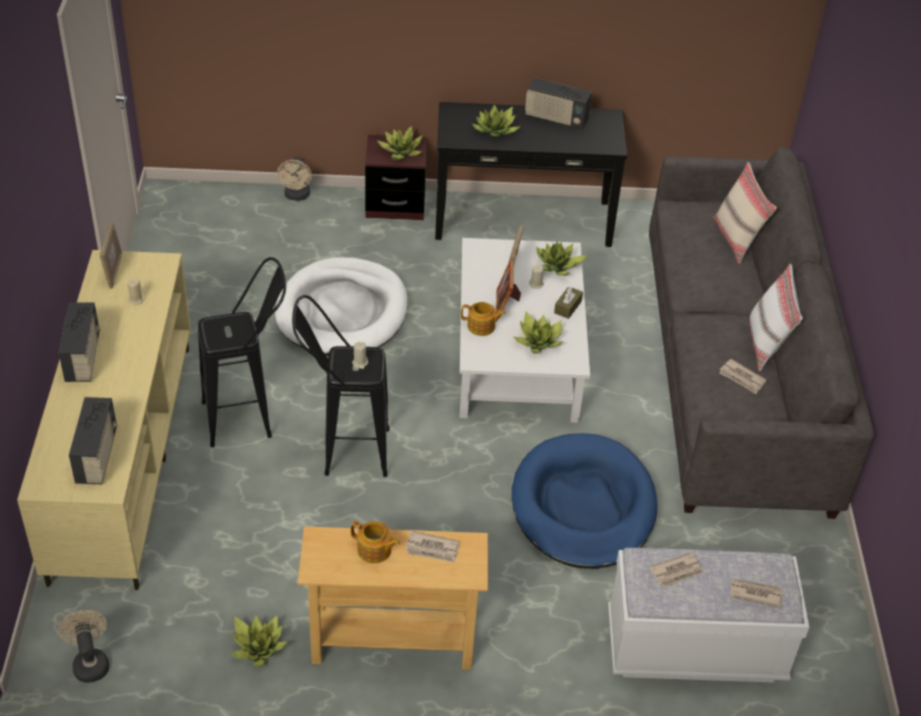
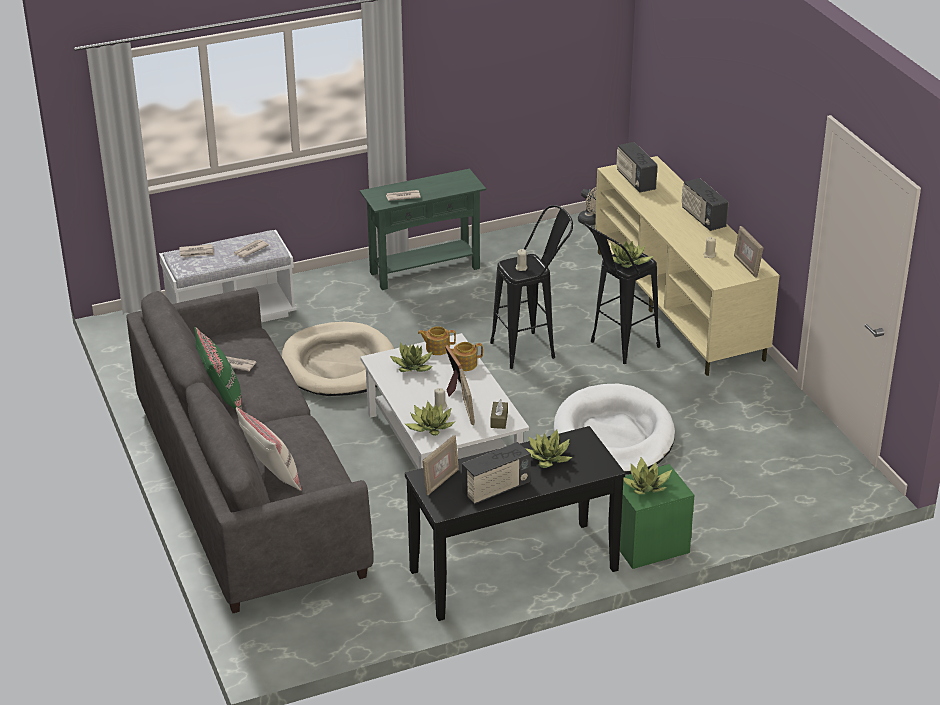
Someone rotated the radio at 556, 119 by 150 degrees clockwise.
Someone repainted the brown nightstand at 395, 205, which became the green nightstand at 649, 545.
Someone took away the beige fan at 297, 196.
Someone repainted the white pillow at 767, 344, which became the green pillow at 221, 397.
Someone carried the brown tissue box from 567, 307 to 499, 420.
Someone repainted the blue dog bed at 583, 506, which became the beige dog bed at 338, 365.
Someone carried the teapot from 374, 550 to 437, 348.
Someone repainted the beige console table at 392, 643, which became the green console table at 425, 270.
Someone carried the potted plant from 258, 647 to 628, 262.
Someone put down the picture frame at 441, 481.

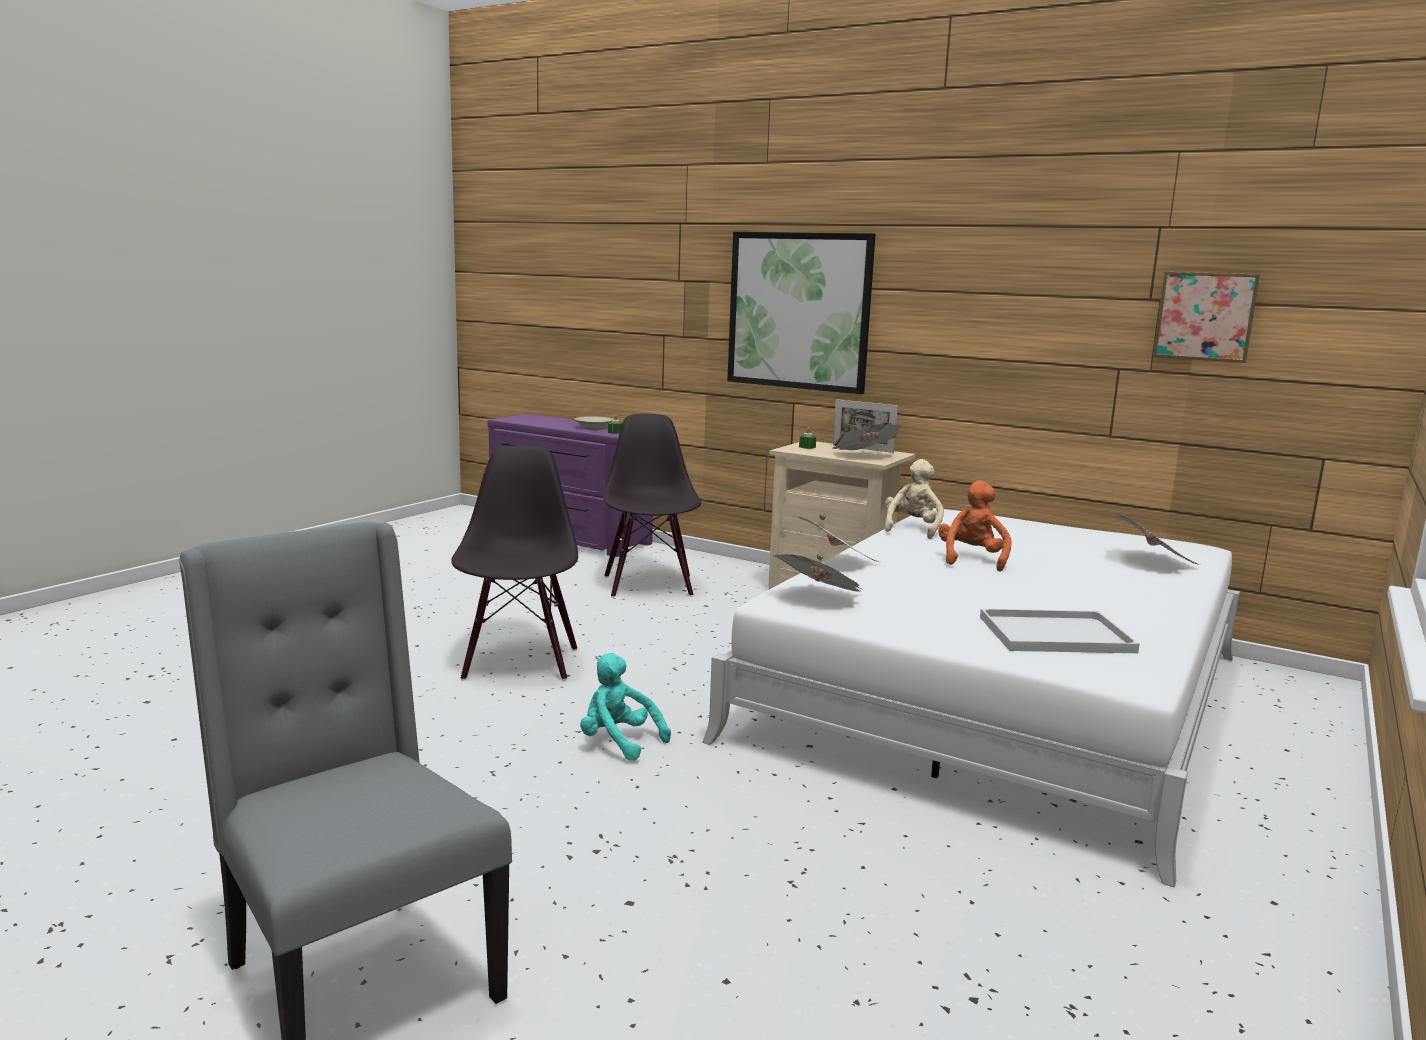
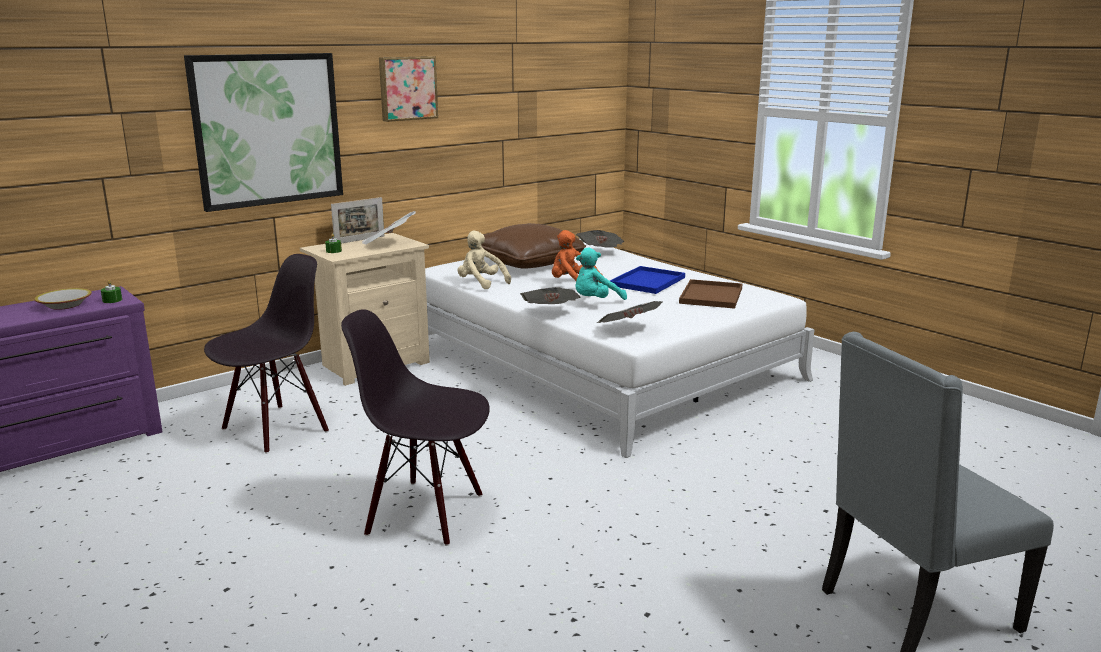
Someone carried the picture from 1205, 316 to 407, 88.
Someone rotated the black chair at 649, 586 by 120 degrees clockwise.
Someone repainted the white tray at 1057, 634, which became the brown tray at 710, 295.
Someone carried the turquoise plush toy from 618, 742 to 595, 301.
Someone put down the brown pillow at 529, 263.
Someone put down the blue tray at 647, 282.

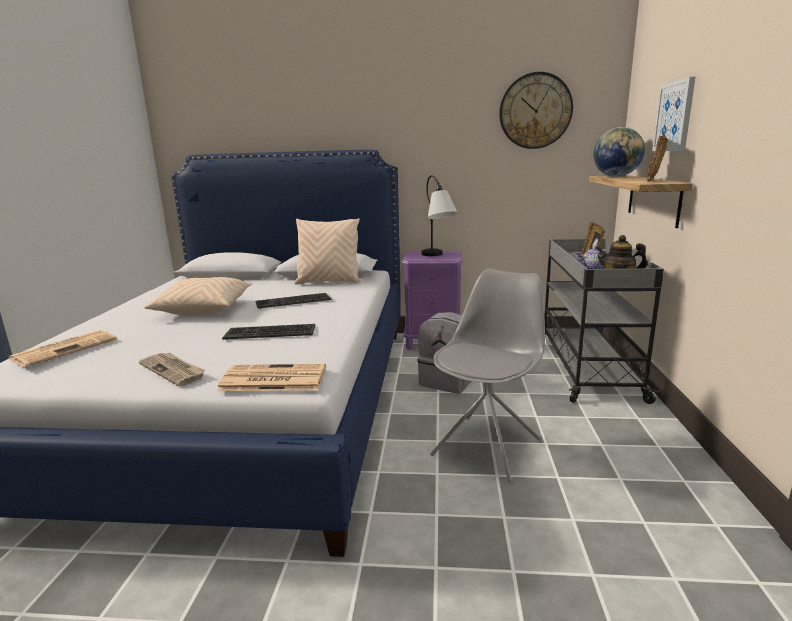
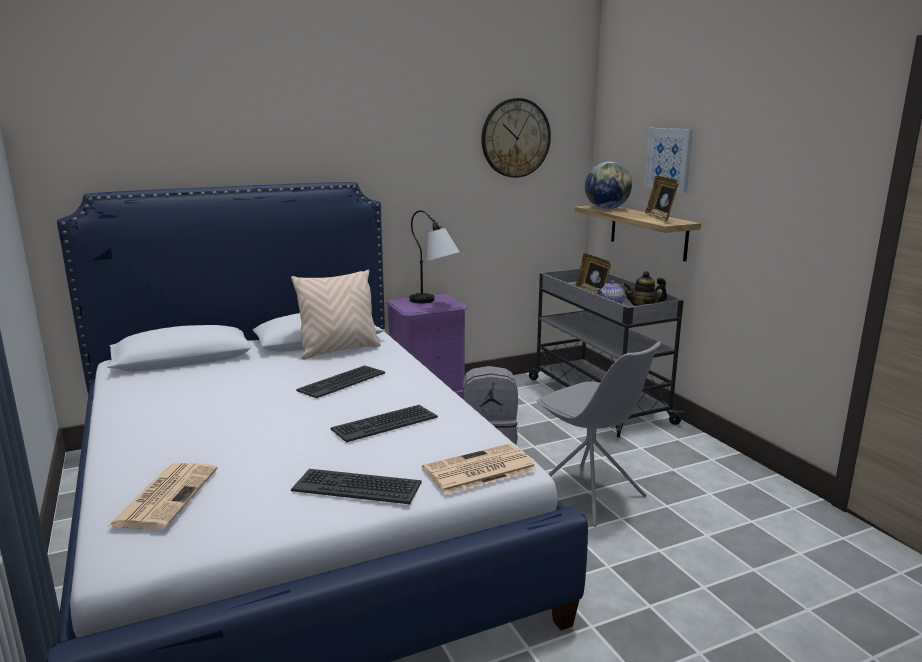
Someone rotated the grey chair at 487, 446 by 135 degrees clockwise.
Someone took away the beige pillow at 204, 309.
Someone swapped the newspaper at 173, 370 for the keyboard at 357, 487.

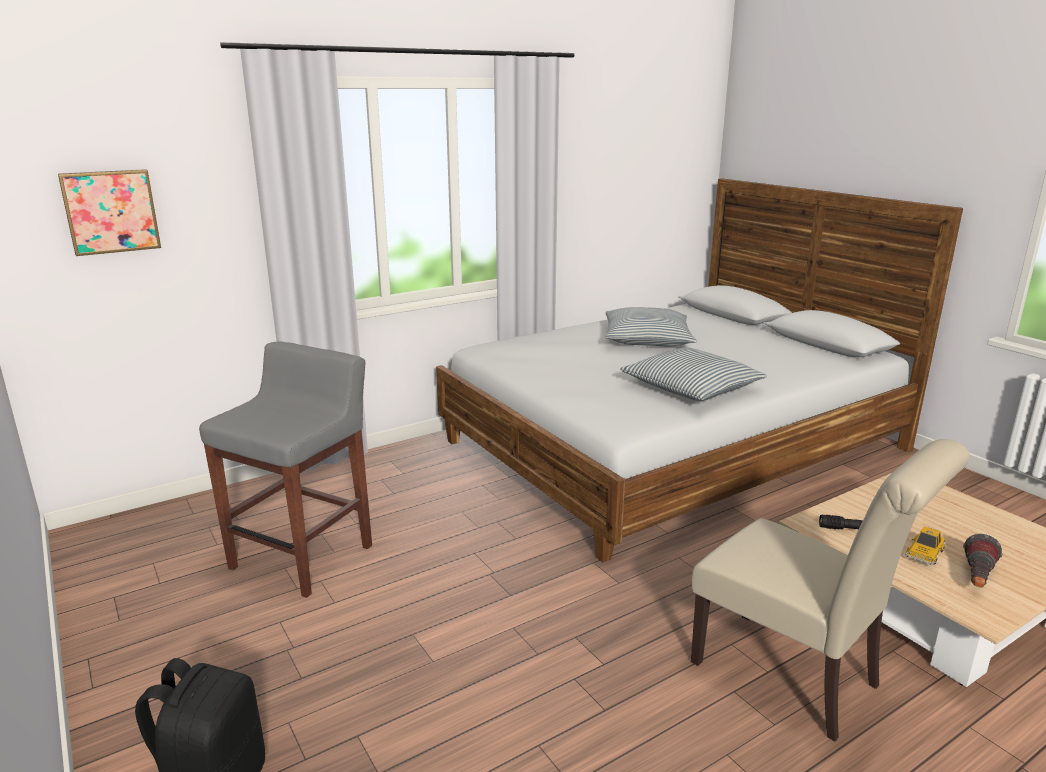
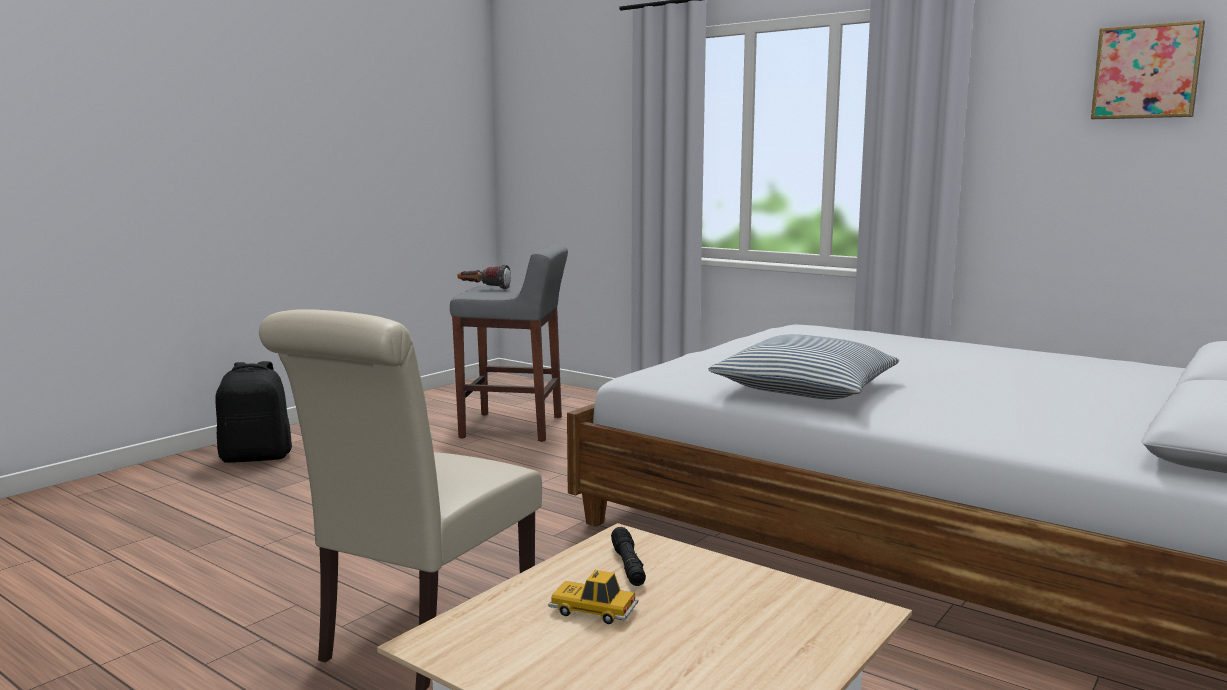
Someone carried the picture from 110, 211 to 1146, 72.
Someone took away the pillow at 647, 339.
Someone carried the flashlight from 977, 579 to 483, 288.

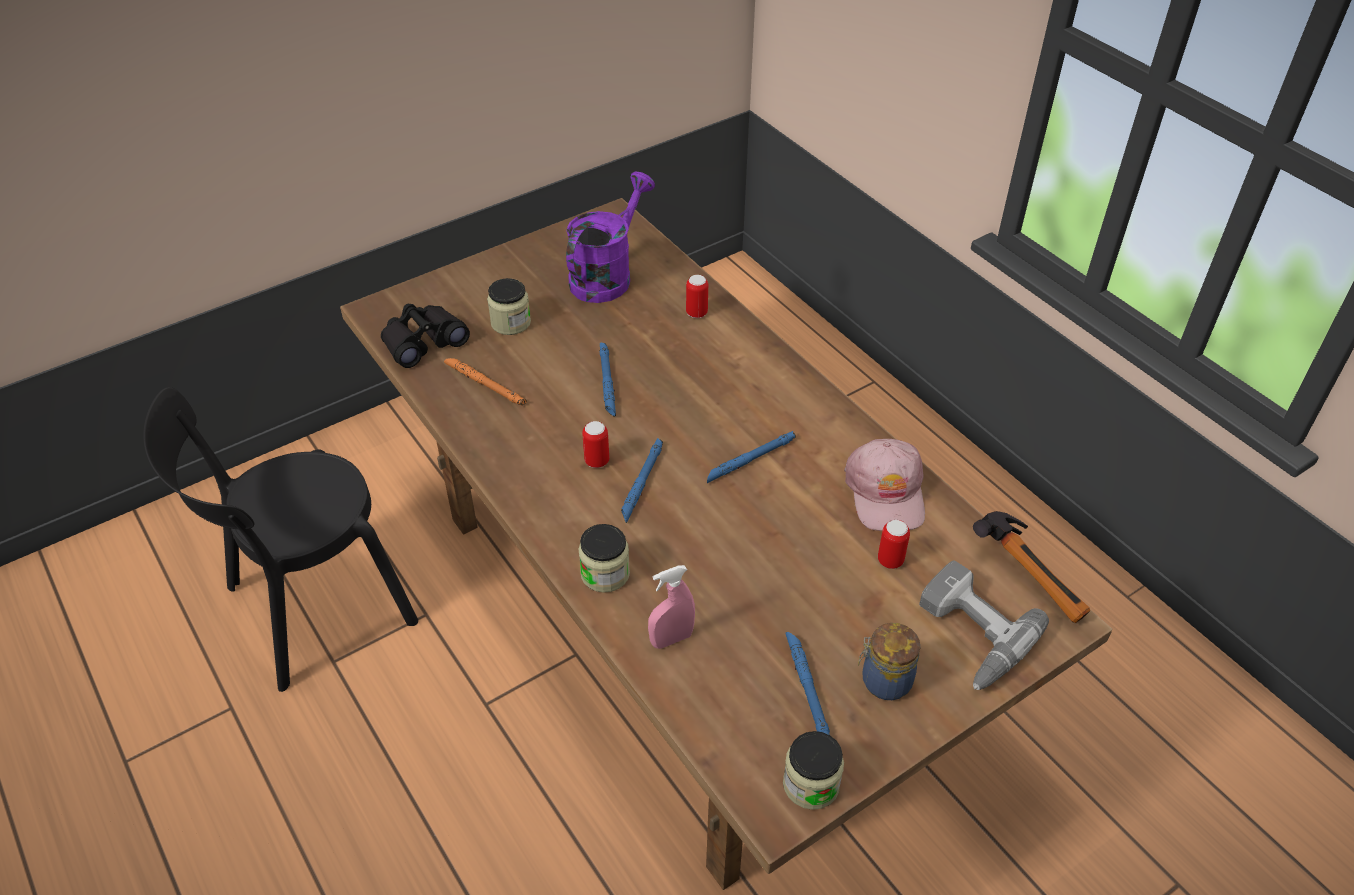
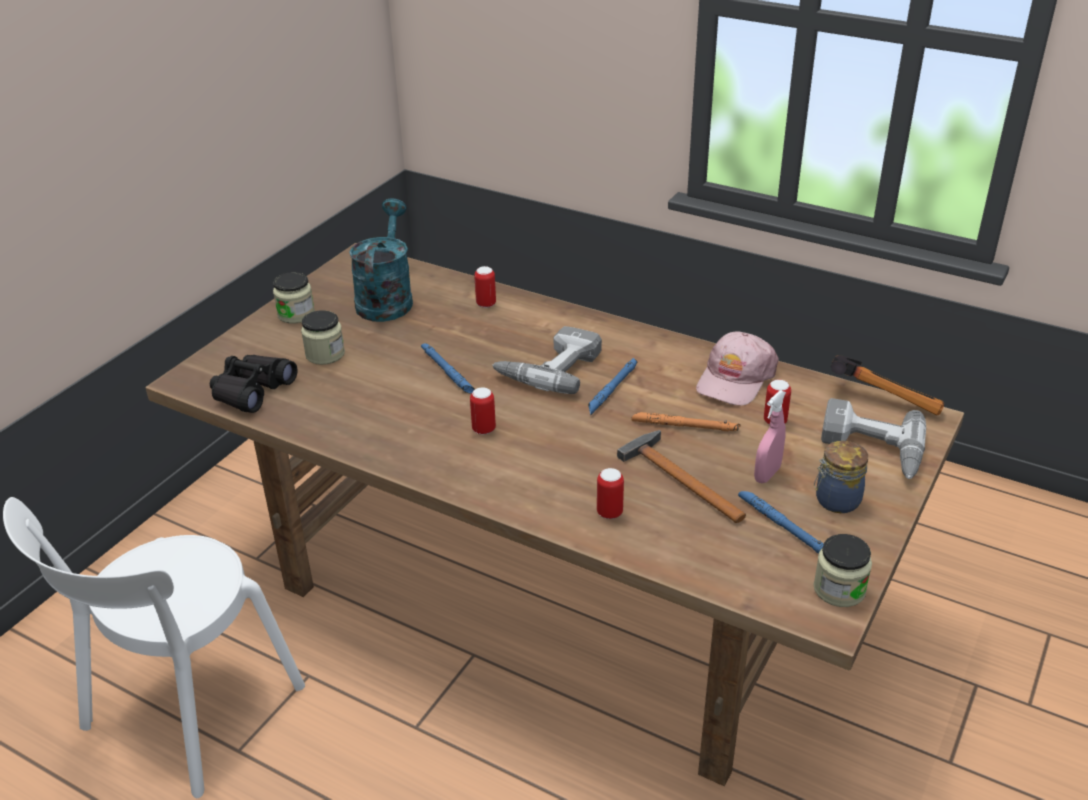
Someone repainted the purple watering can at 606, 275, which became the turquoise watering can at 386, 298.
Someone carried the orange flashlight from 485, 385 to 685, 426.
Someone repainted the black chair at 312, 609, which became the white chair at 186, 714.
Someone took away the blue flashlight at 642, 483.
Someone rotated the pink cap at 886, 492 by 60 degrees clockwise.
Someone carried the jar from 605, 574 to 296, 314.
Someone carried the pink spray bottle from 671, 639 to 767, 474.
Someone put down the power drill at 549, 368.
Someone put down the hammer at 680, 478.
Someone put down the can at 609, 513.

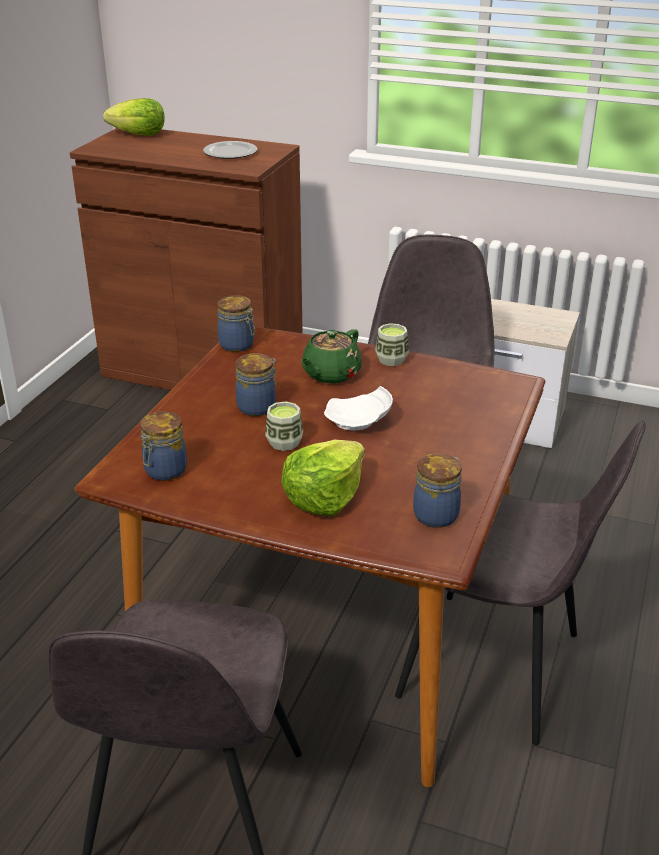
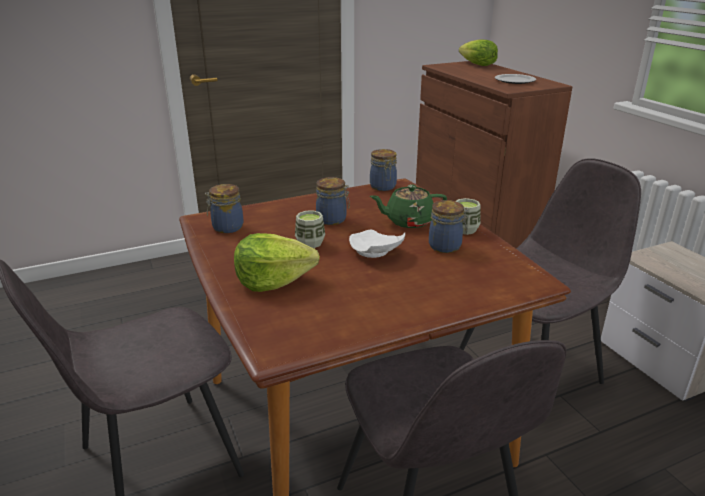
Someone carried the jar from 437, 514 to 446, 246.

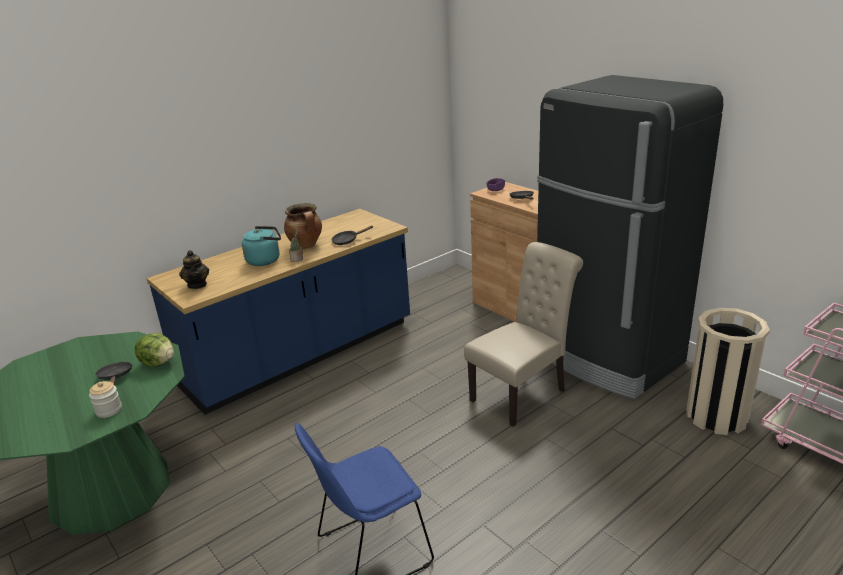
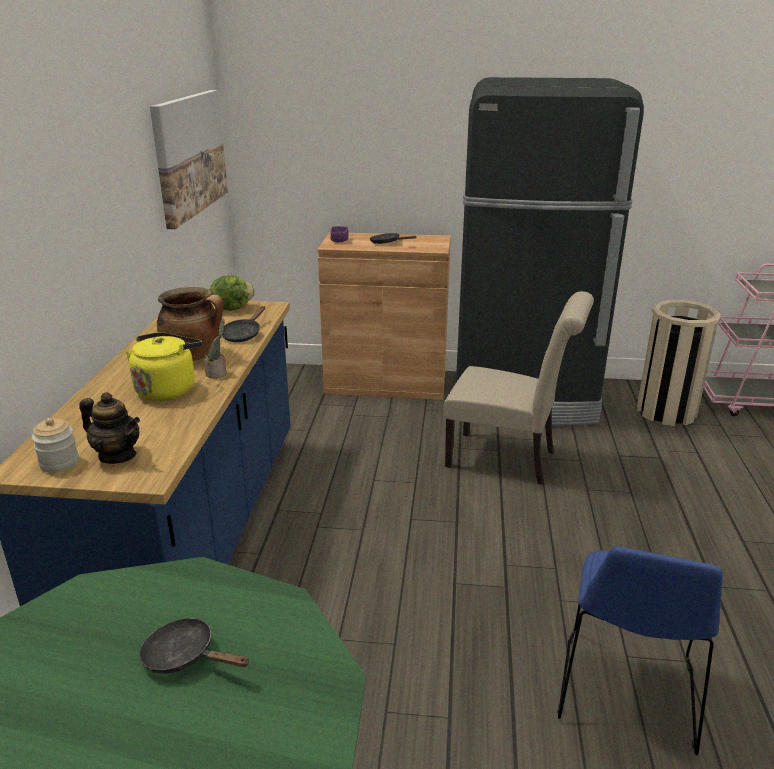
Someone repainted the turquoise kettle at 265, 260, which became the yellow kettle at 168, 389.
Someone rotated the beige chair at 523, 393 by 105 degrees clockwise.
Someone carried the lettuce from 159, 362 to 232, 308.
Someone carried the jar from 109, 410 to 59, 463.
Someone put up the picture at 189, 154.

